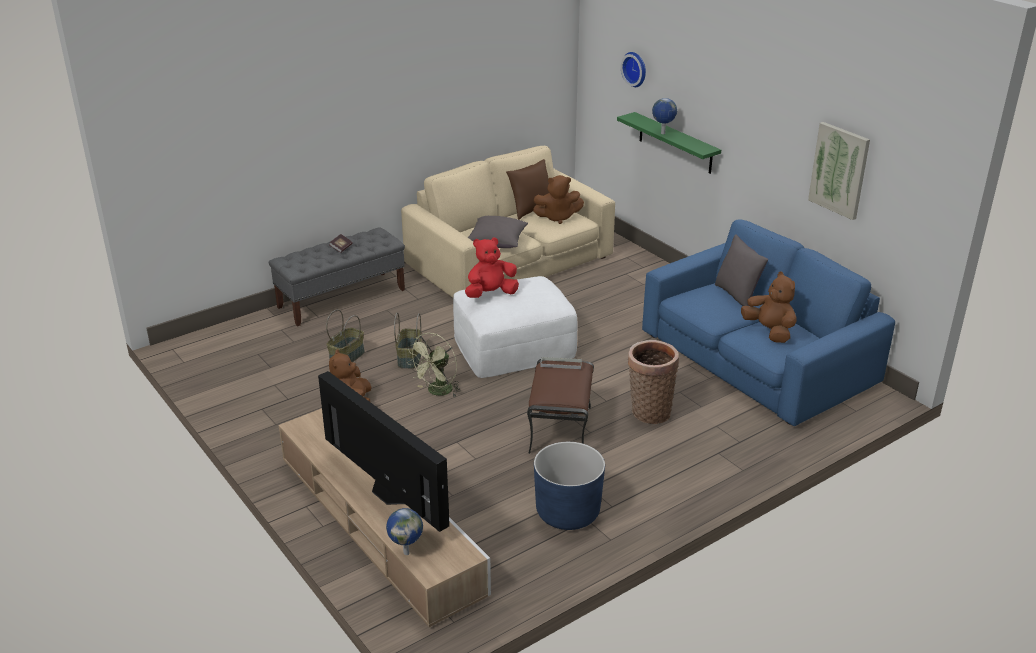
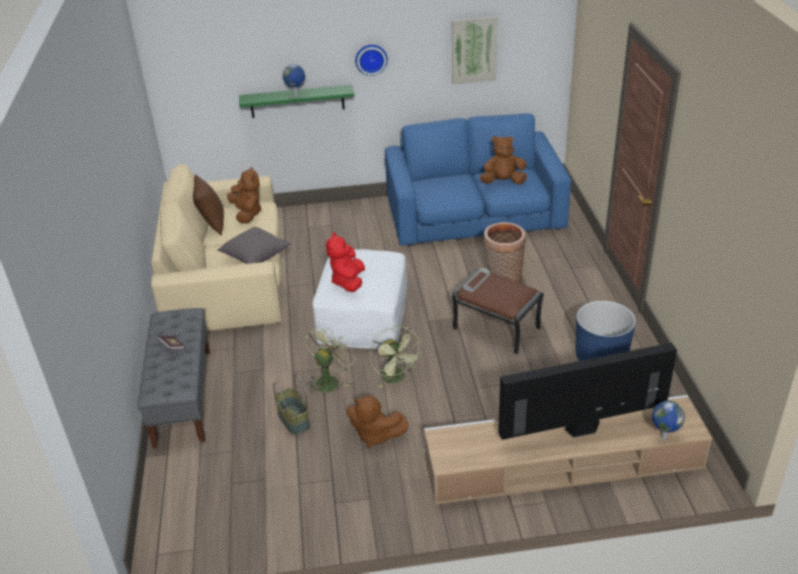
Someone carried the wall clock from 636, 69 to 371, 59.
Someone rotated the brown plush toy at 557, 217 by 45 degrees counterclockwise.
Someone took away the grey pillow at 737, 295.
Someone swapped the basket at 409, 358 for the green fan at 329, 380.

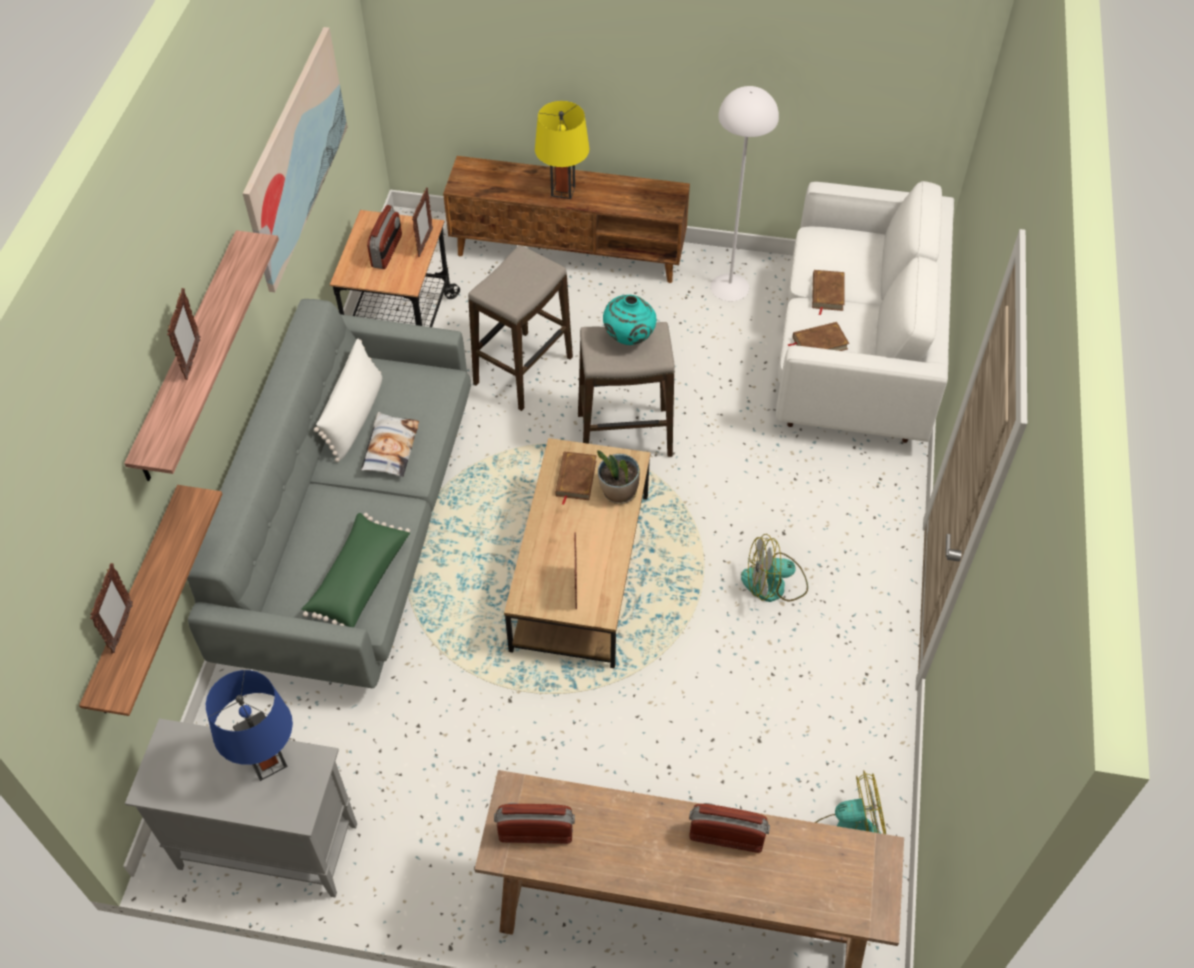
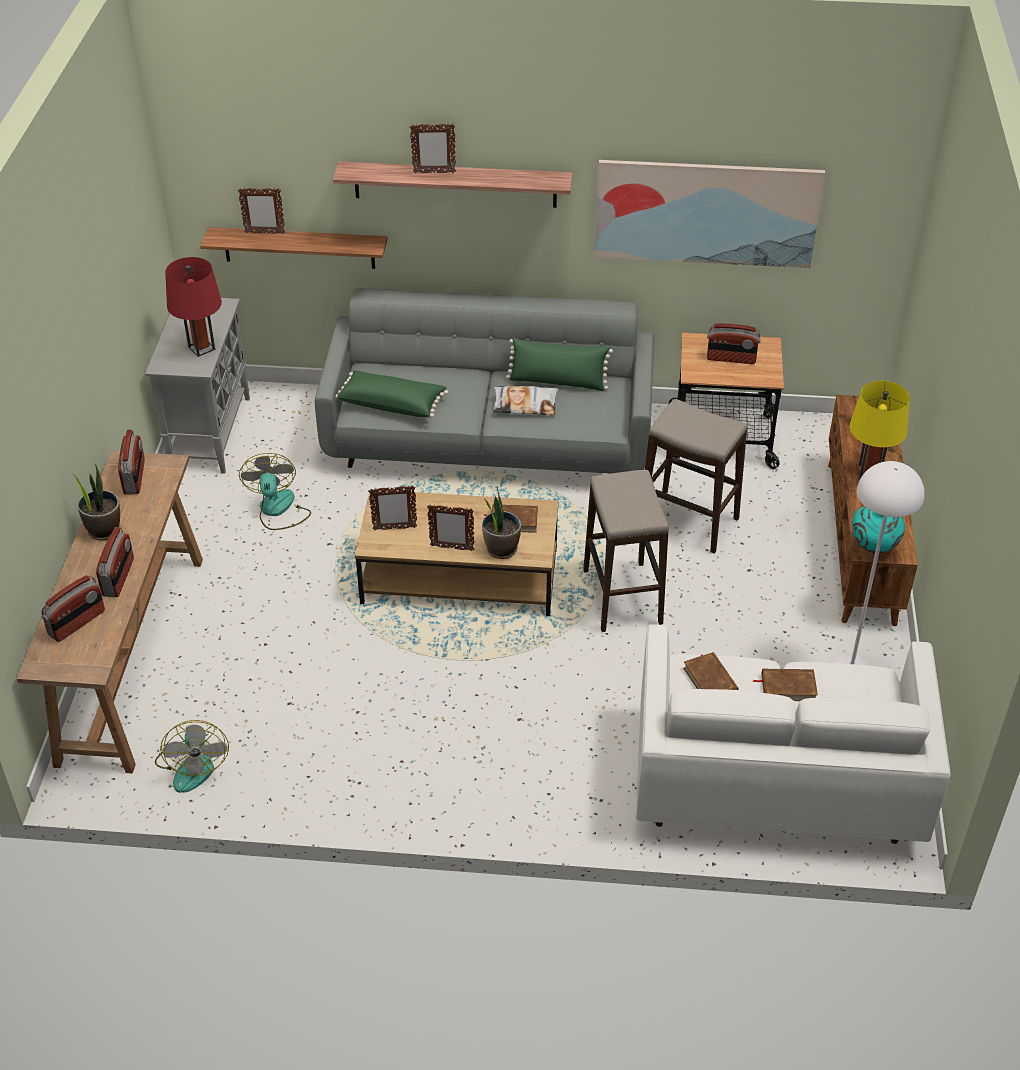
Someone carried the picture frame from 425, 243 to 451, 548.
Someone carried the turquoise vase from 628, 339 to 873, 548.
Someone repainted the white pillow at 355, 416, which became the green pillow at 558, 382.
Someone carried the fan from 774, 584 to 278, 510.
Someone repainted the blue table lamp at 268, 762, which became the red table lamp at 201, 348.
Someone put down the potted plant at 104, 530.
Someone put down the radio at 77, 623.

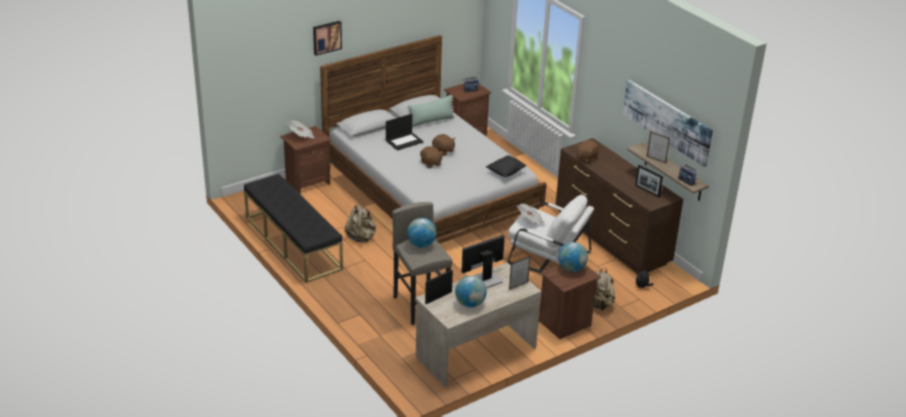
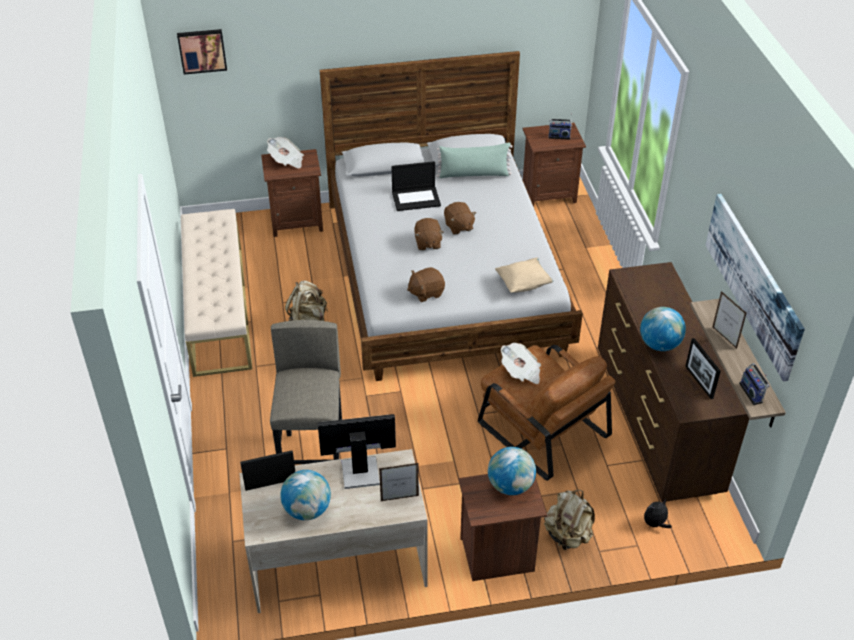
Someone carried the picture from 326, 37 to 202, 50.
Someone carried the brown plush toy from 586, 157 to 426, 292.
Someone repainted the black pillow at 506, 172, which became the beige pillow at 523, 284.
Someone repainted the black bench at 292, 243, which became the beige bench at 218, 309.
Someone repainted the white armchair at 547, 257, which became the brown armchair at 541, 428.
Someone carried the globe from 421, 244 to 659, 344.

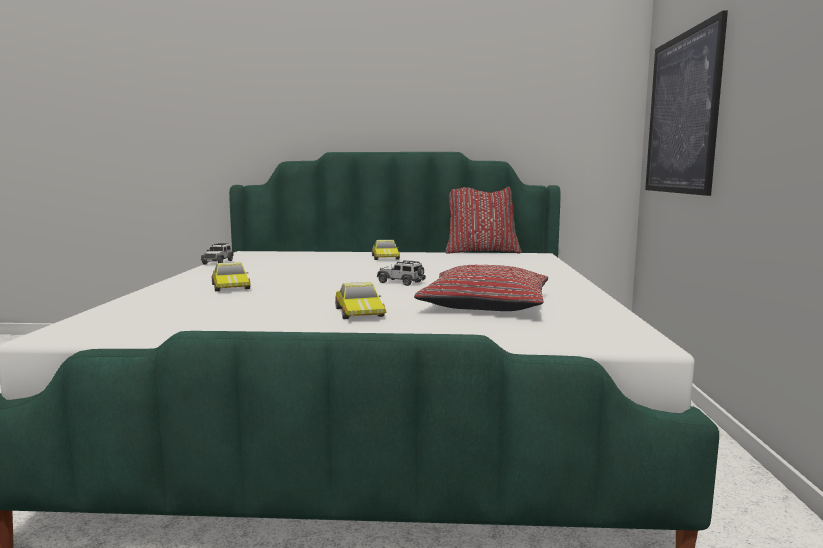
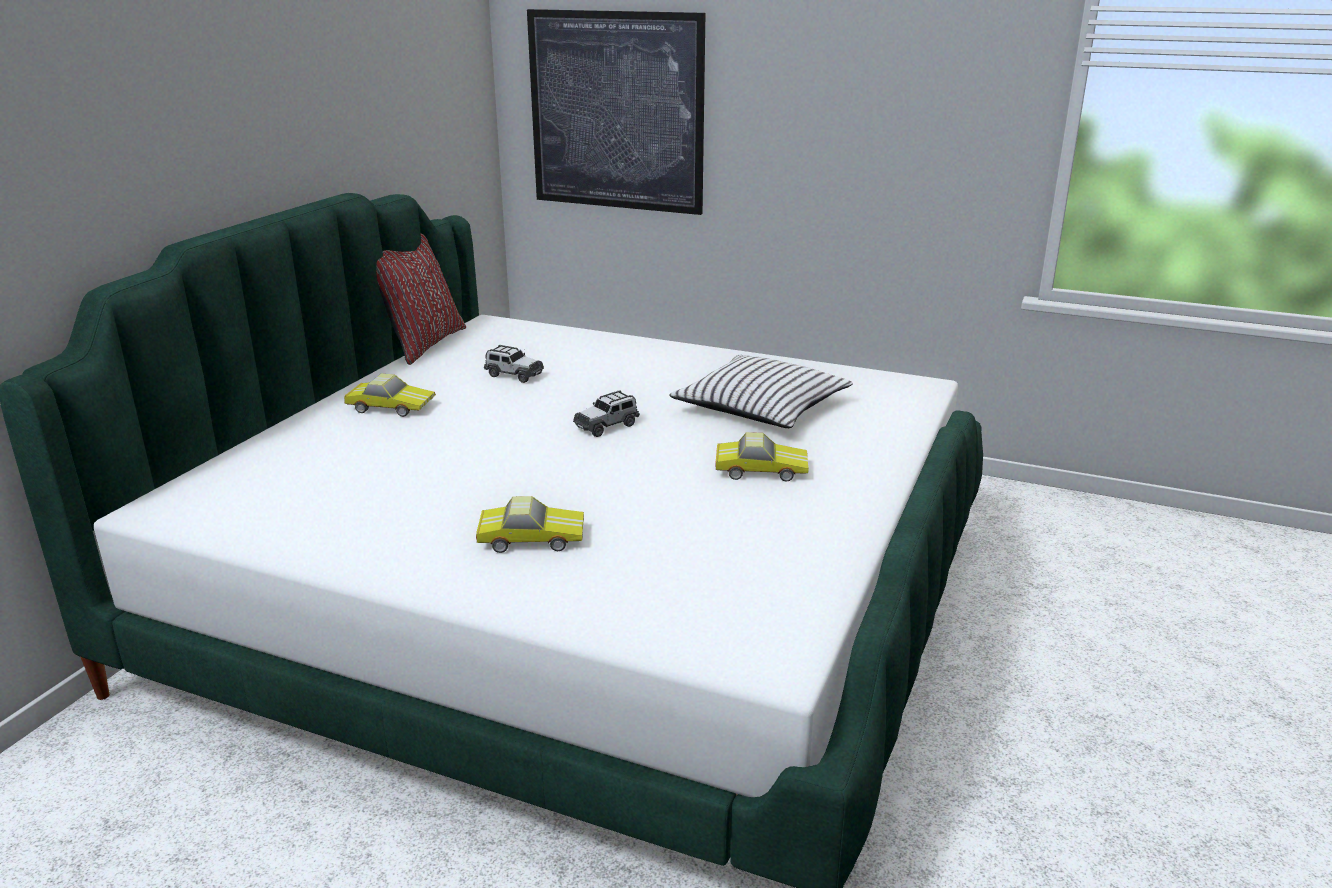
Someone carried the toy car from 218, 262 to 513, 375.
Someone repainted the red pillow at 485, 304, which became the white pillow at 761, 407.

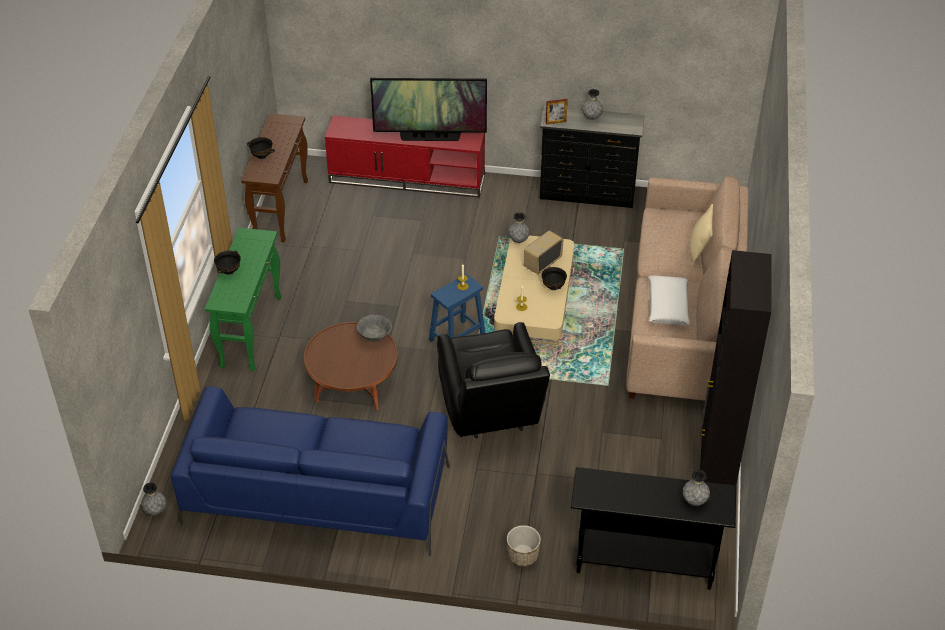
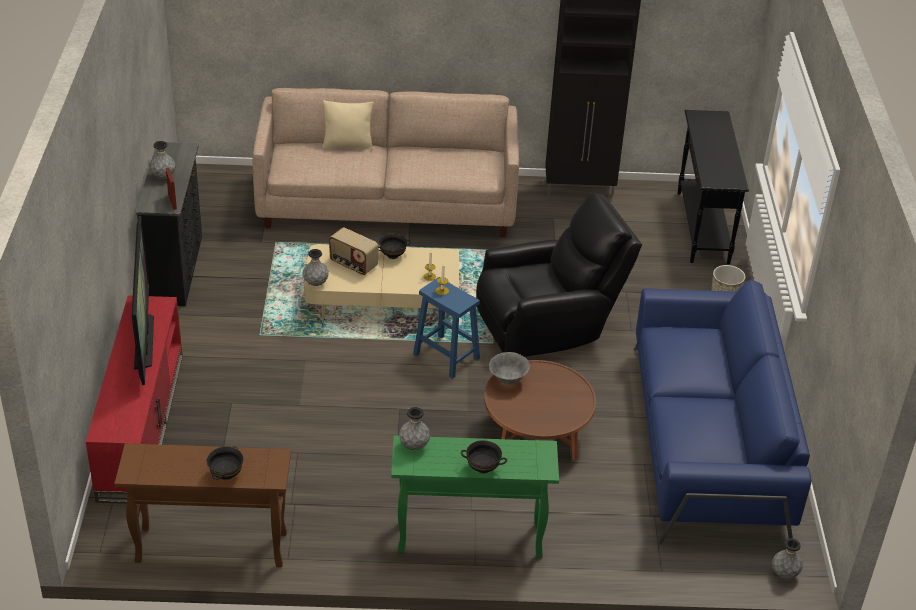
Someone took away the white pillow at 667, 306.
Someone carried the grey vase from 694, 501 to 414, 446.

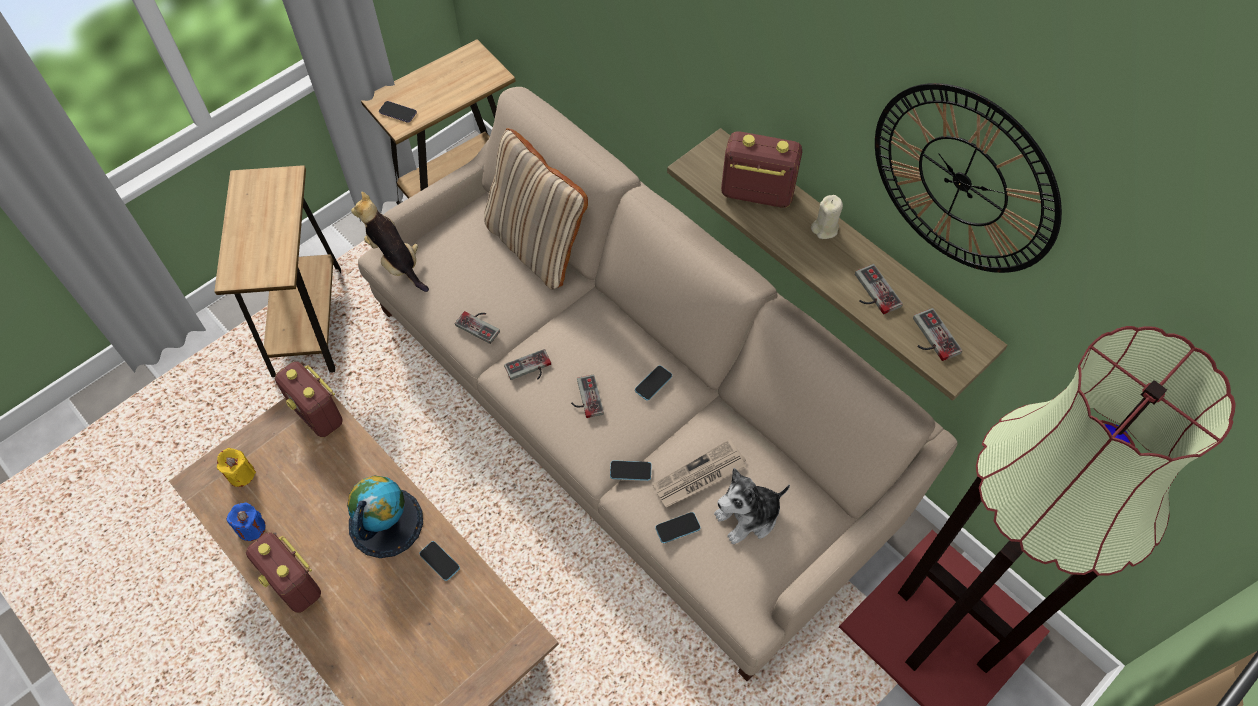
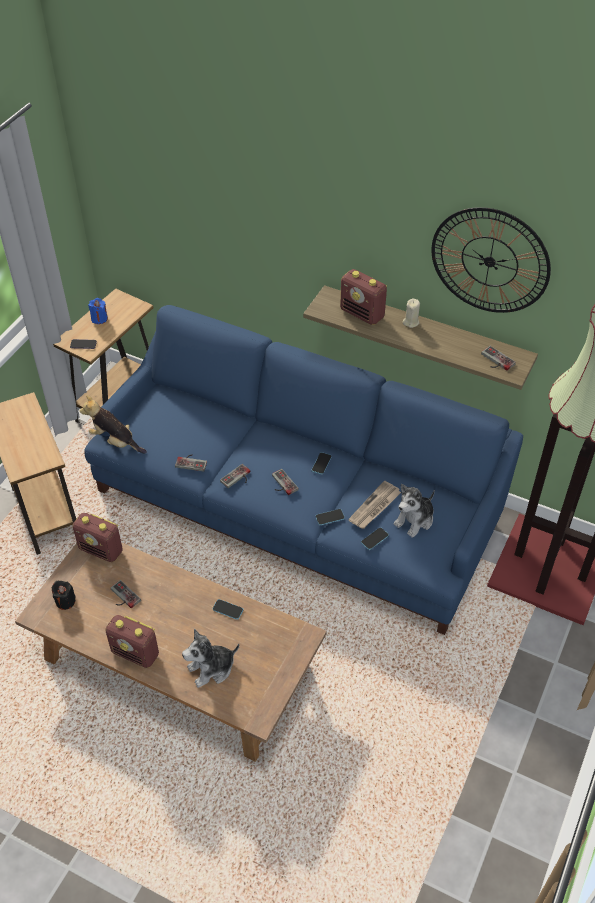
Someone repainted the beige sofa at 629, 410, which became the blue sofa at 297, 503.
Someone took away the beige pillow at 537, 245.
Someone rotated the radio at 756, 193 by 135 degrees counterclockwise.
Someone carried the game controller from 872, 292 to 122, 597.
Someone repainted the yellow candle at 241, 474, which became the black candle at 65, 601.
Someone took away the globe at 385, 522.
Someone carried the blue candle from 251, 528 to 99, 318.
Someone put down the plush toy at 211, 668.

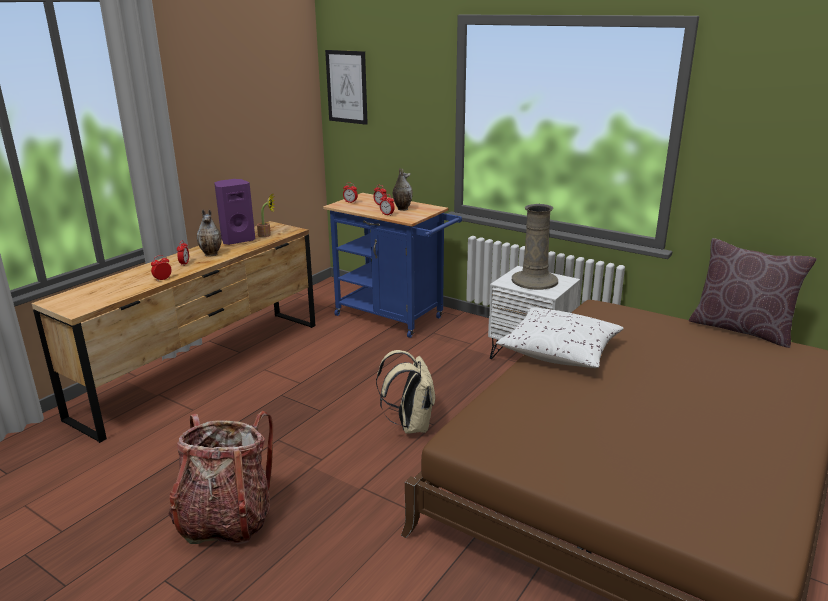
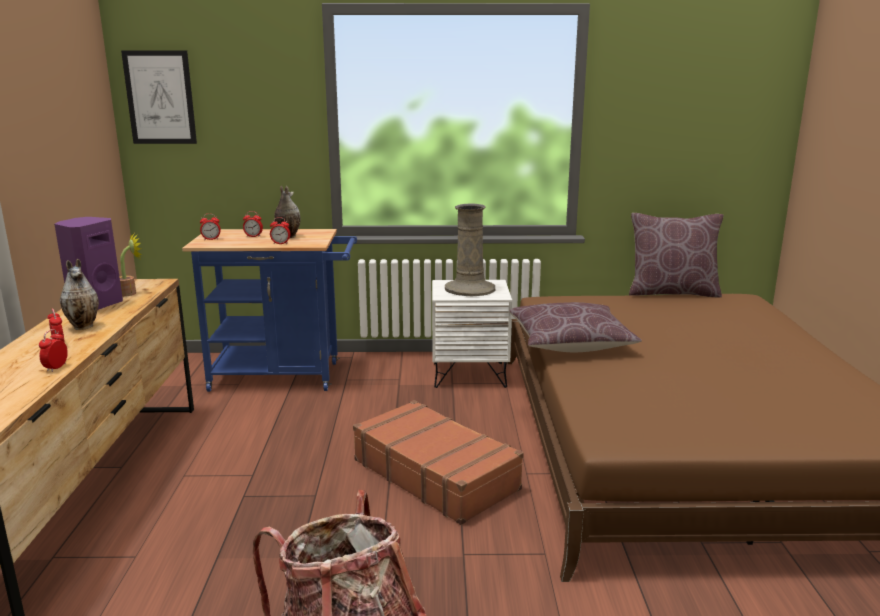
Someone repainted the white pillow at 559, 351, which became the brown pillow at 570, 343.
Someone swapped the beige backpack at 410, 425 for the brown suitcase at 436, 474.

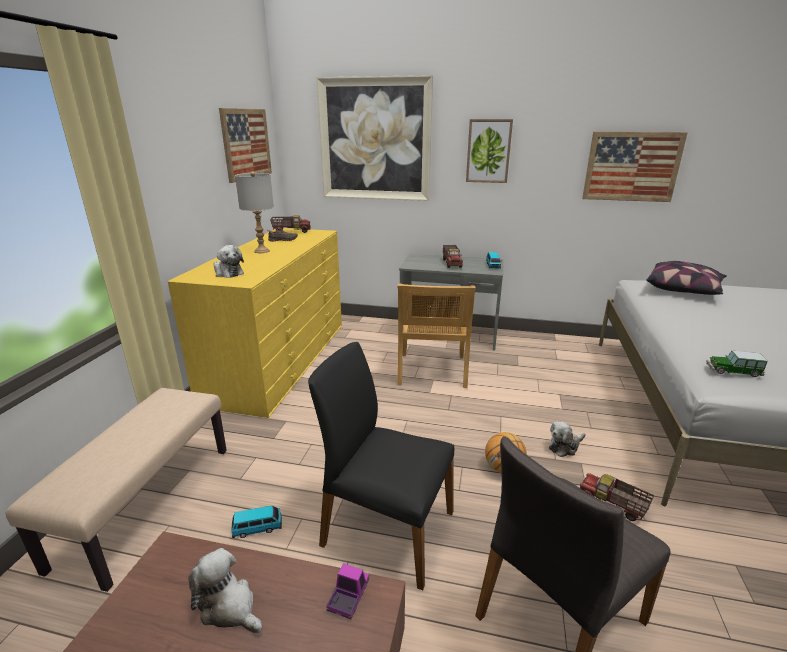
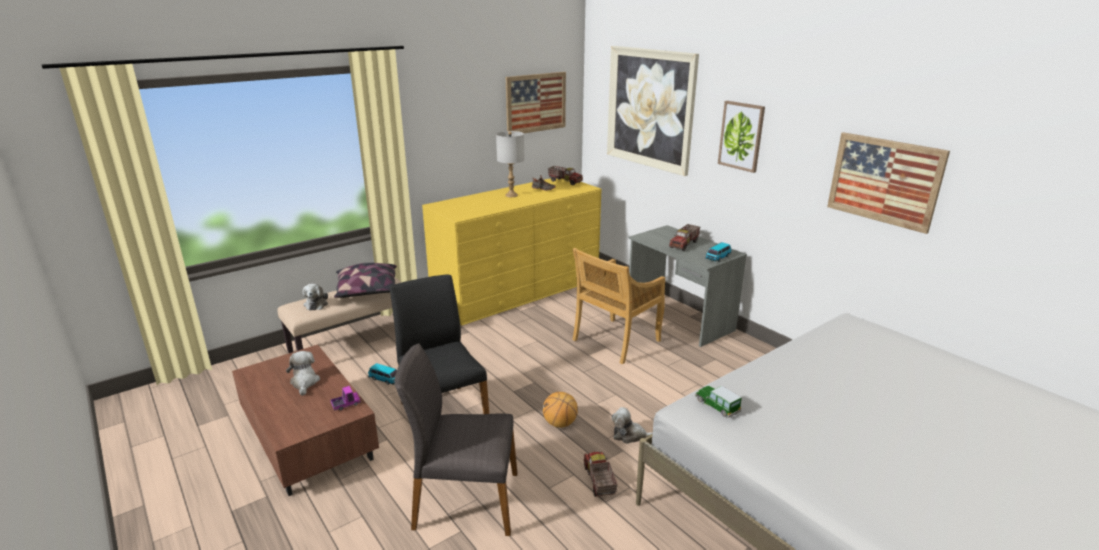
Someone carried the plush toy from 228, 273 to 316, 304.
Someone carried the pillow from 683, 289 to 368, 291.

